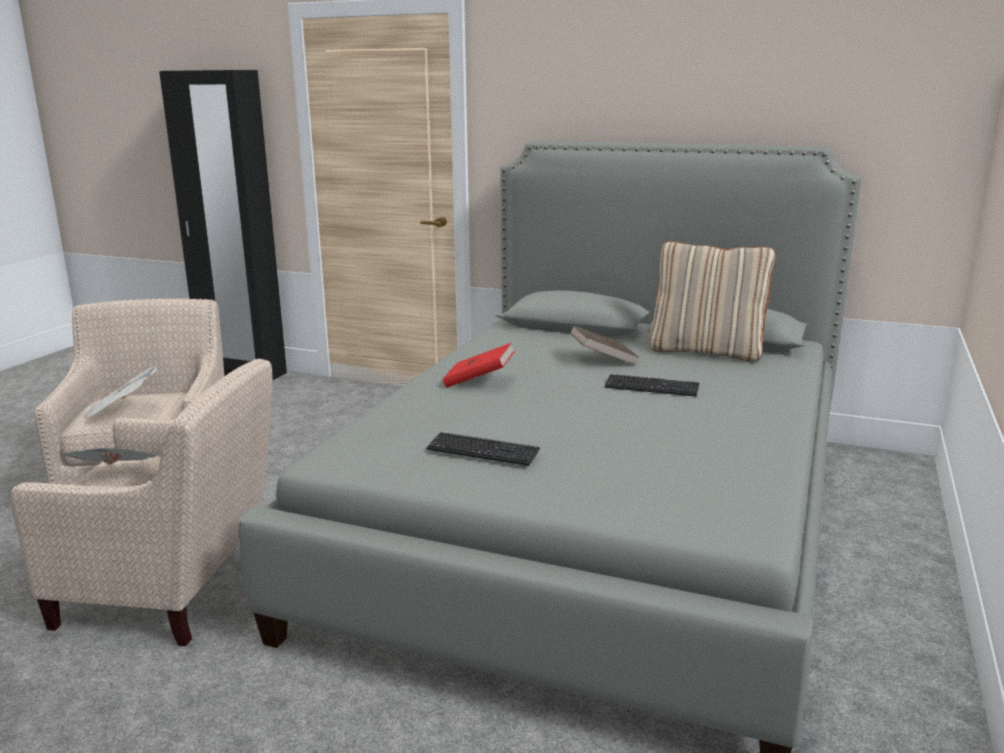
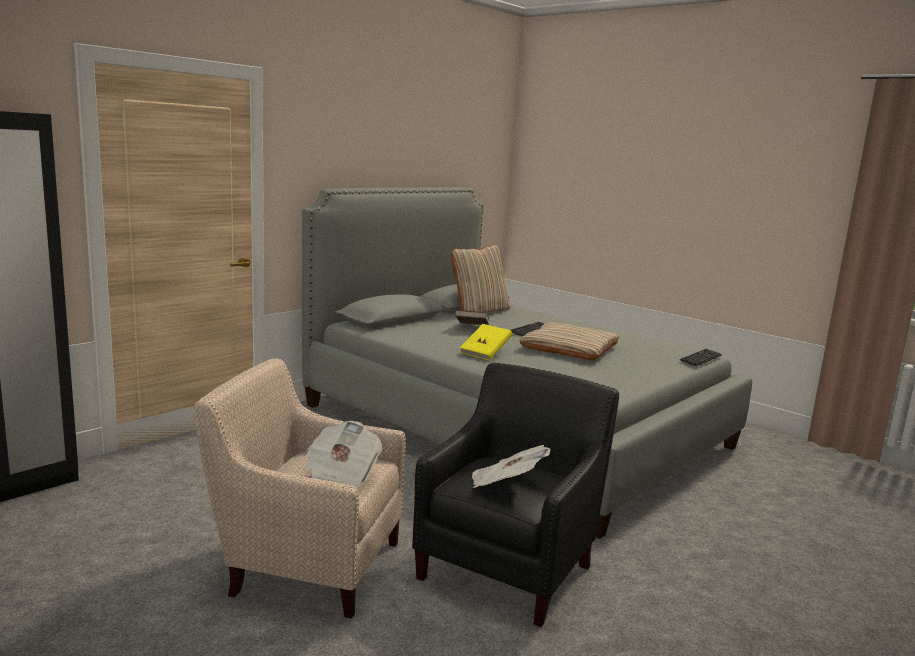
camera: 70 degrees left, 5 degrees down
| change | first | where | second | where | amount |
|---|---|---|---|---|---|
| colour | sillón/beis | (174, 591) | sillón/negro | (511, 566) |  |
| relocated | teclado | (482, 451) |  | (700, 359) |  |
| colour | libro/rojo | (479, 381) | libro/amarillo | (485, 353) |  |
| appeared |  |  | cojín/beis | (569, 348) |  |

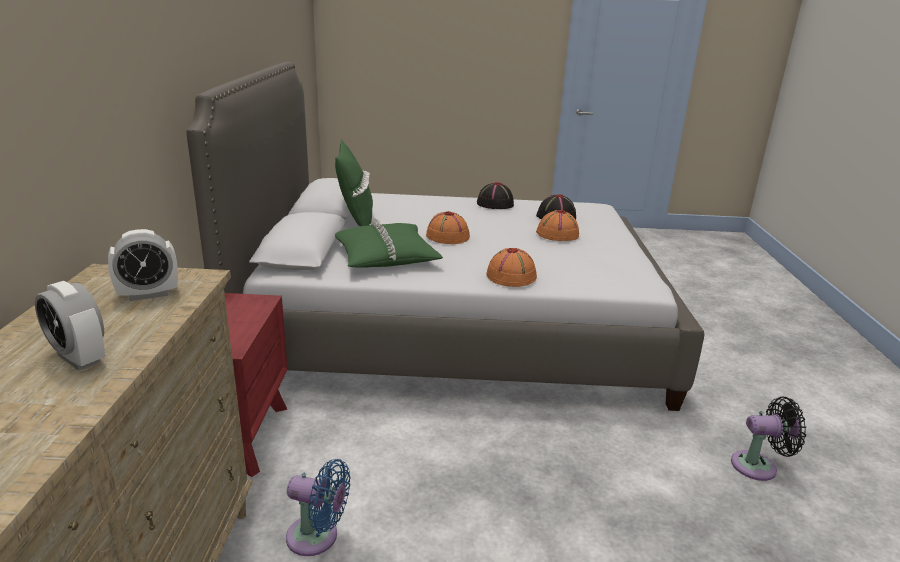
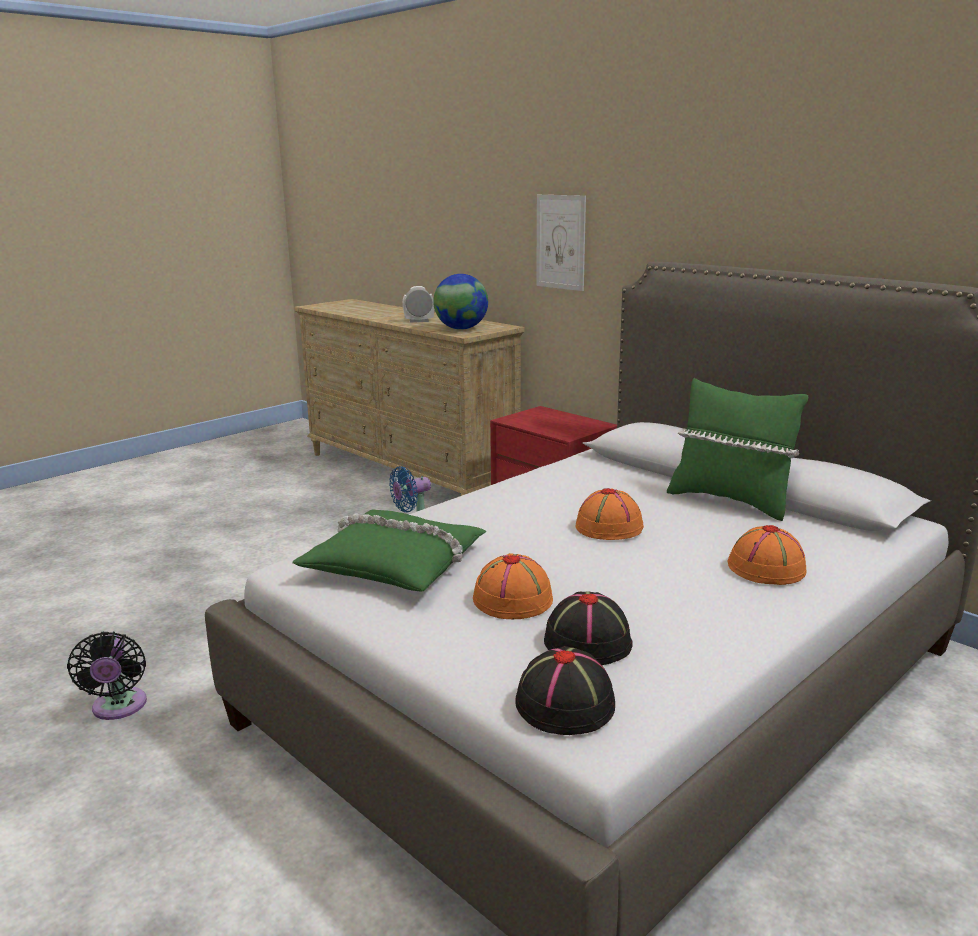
camera: 135 degrees right, 5 degrees down
| change | first | where | second | where | amount |
|---|---|---|---|---|---|
| exchanged | despertador | (148, 294) | globo terráqueo | (461, 329) |  |
| relocated | cojín/verde | (385, 256) |  | (395, 564) |  |
| relocated | sombrero/negro | (494, 204) |  | (565, 704) |  |
| relocated | sombrero/naranja | (511, 276) |  | (767, 569) |  |
| spun | ventilador/negro | (758, 466) |  | (118, 708) | 60 degrees counterclockwise |
| appeared |  |  | cuadro | (560, 242) |  |

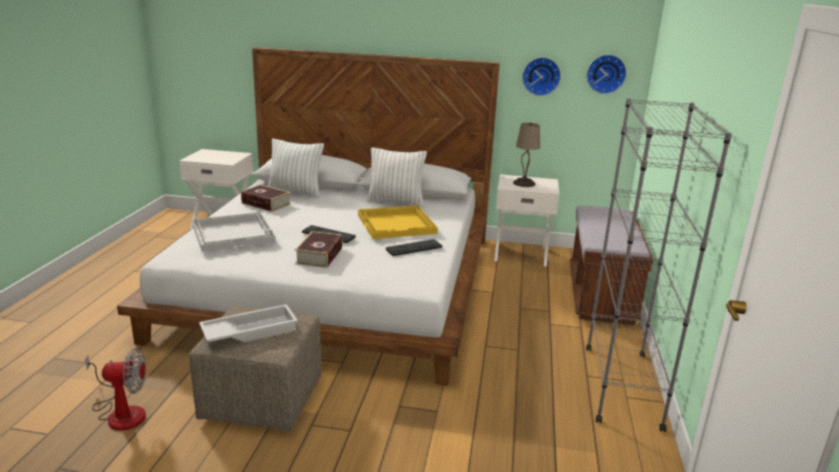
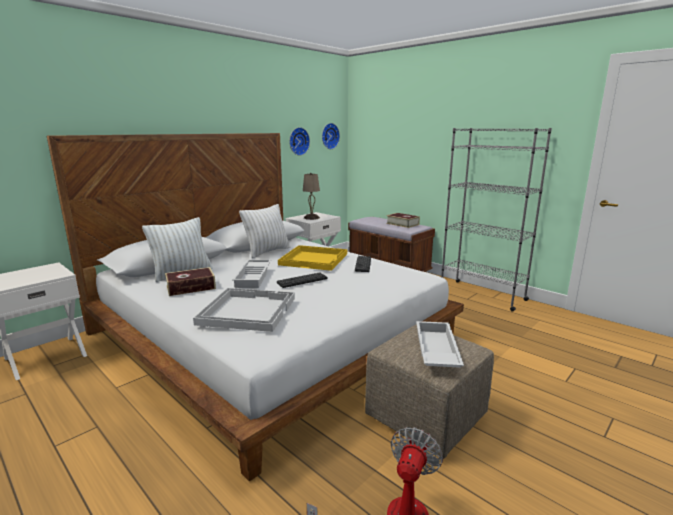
camera: 55 degrees left, 5 degrees down
| change | first | where | second | where | amount |
|---|---|---|---|---|---|
| relocated | libro | (319, 256) |  | (402, 224) |  |
| appeared |  |  | bandeja/blanco | (254, 277) |  |

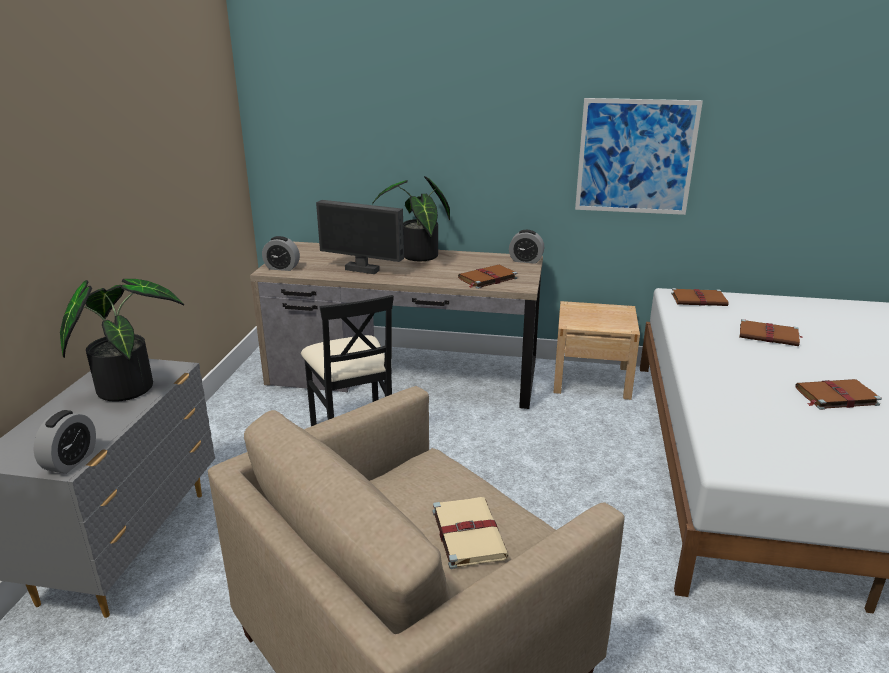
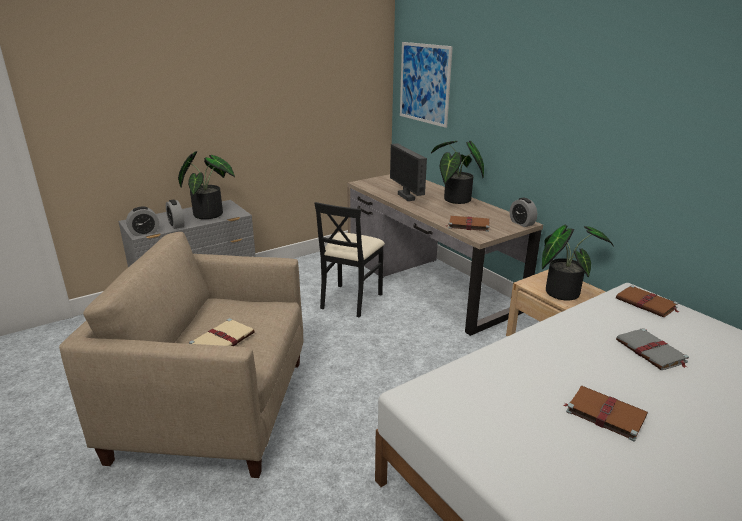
camera: 45 degrees right, 0 degrees up
| change | first | where | second | where | amount |
|---|---|---|---|---|---|
| relocated | despertador | (282, 268) |  | (176, 225) |  |
| relocated | cuadro | (635, 157) |  | (424, 83) |  |
| colour | libro/marrón | (769, 336) | libro/gris | (651, 352) |  |
| appeared |  |  | planta en maceta | (562, 291) |  |

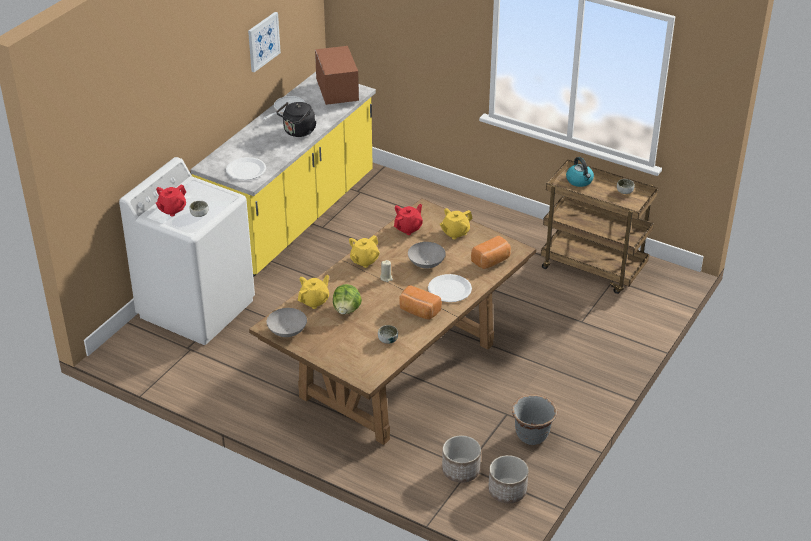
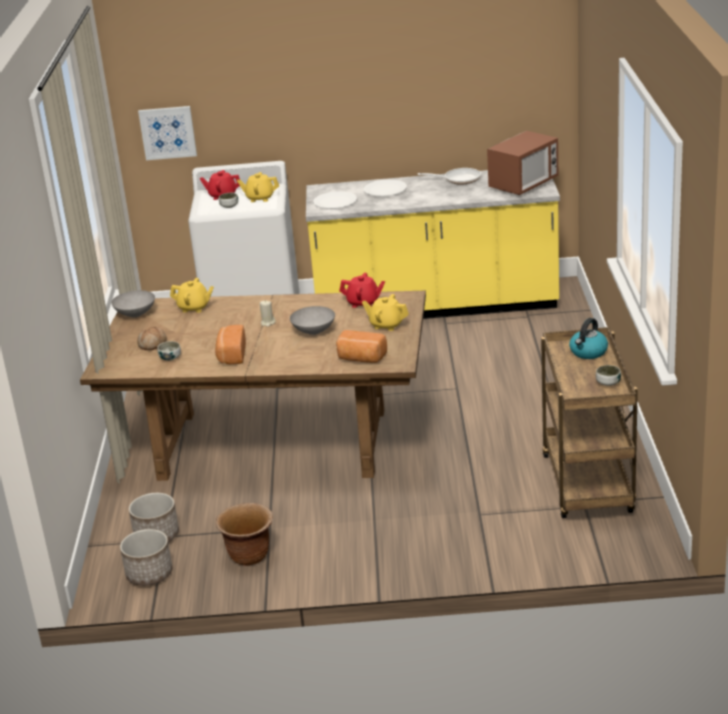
camera: 60 degrees right, 10 degrees down
| change | first | where | second | where | amount |
|---|---|---|---|---|---|
| relocated | cuadro | (263, 41) |  | (168, 132) |  |
| missing | hervidor/negro | (298, 132) |  |  |  |
| missing | lechuga | (347, 310) |  |  |  |
| relocated | tetera/amarillo | (364, 261) |  | (260, 198) |  |
| relocated | plato/blanco | (449, 289) |  | (385, 189) |  |
| colour | maceta/gris | (532, 436) | maceta/marrón | (249, 556) |  |
| appeared |  |  | pan | (153, 344) |  |

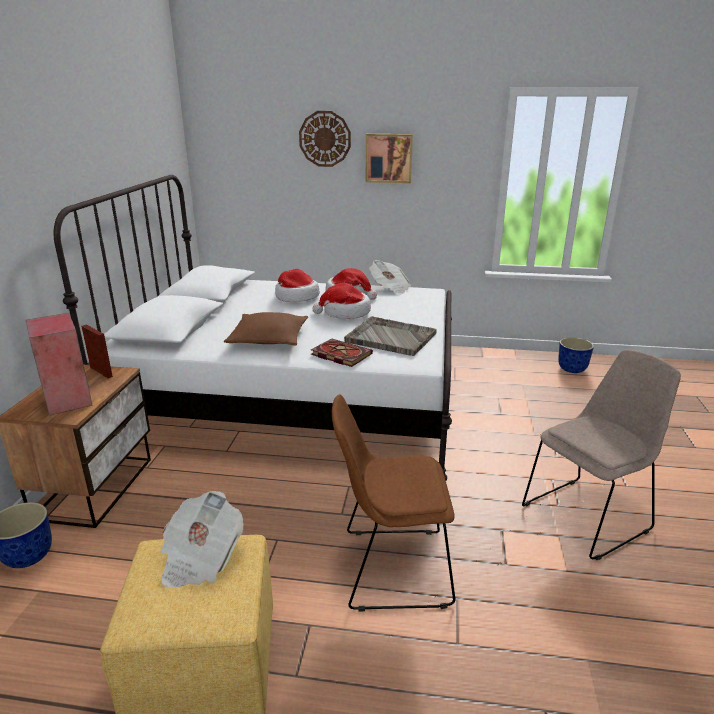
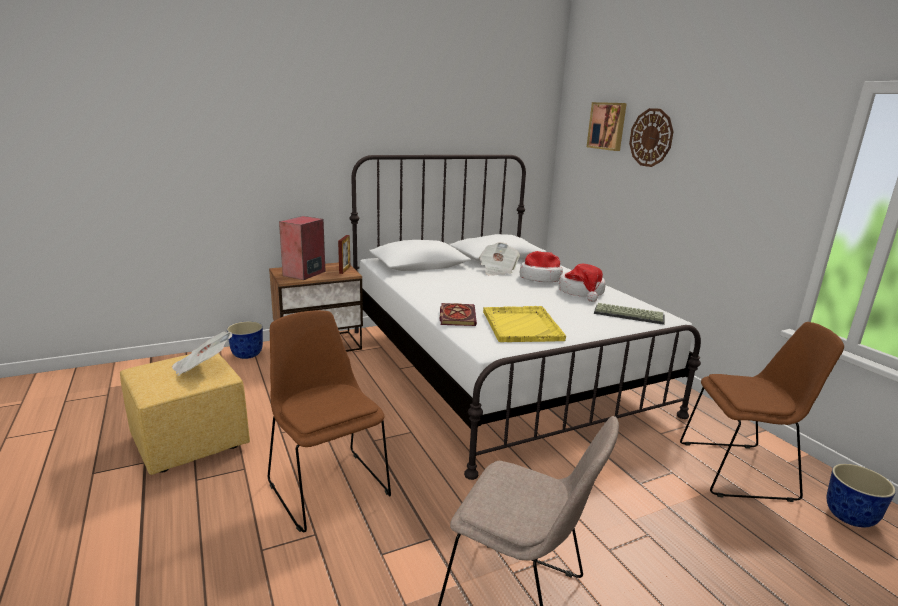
camera: 55 degrees right, 5 degrees down
| change | first | where | second | where | amount |
|---|---|---|---|---|---|
| missing | cojín/marrón | (268, 339) |  |  |  |
| missing | sombrero | (345, 313) |  |  |  |
| colour | bandeja/gris | (390, 337) | bandeja/amarillo | (521, 325) |  |
| relocated | cuadro | (389, 158) |  | (607, 126) |  |
| relocated | periódico | (390, 288) |  | (497, 270) |  |
| appeared |  |  | teclado | (629, 314) |  |
| appeared |  |  | silla/marrón | (740, 470) |  |

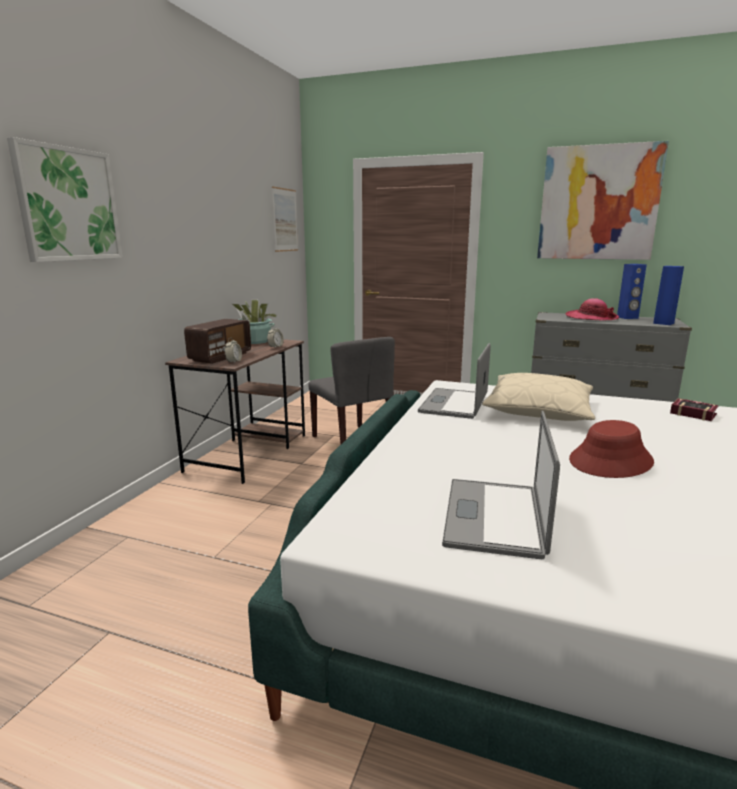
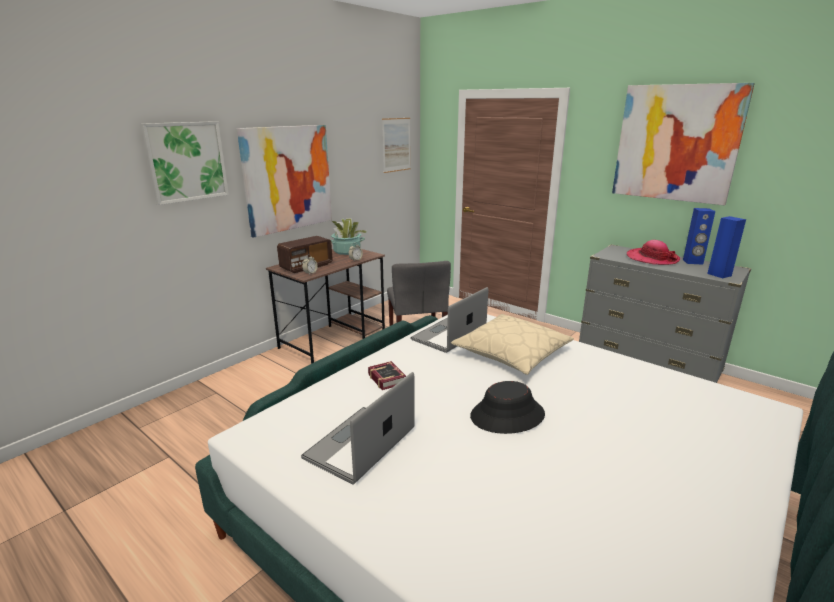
camera: 20 degrees right, 5 degrees up
| change | first | where | second | where | amount |
|---|---|---|---|---|---|
| colour | sombrero/rojo | (611, 461) | sombrero/negro | (507, 415) |  |
| relocated | libro | (691, 413) |  | (387, 378) |  |
| appeared |  |  | cuadro | (288, 178) |  |

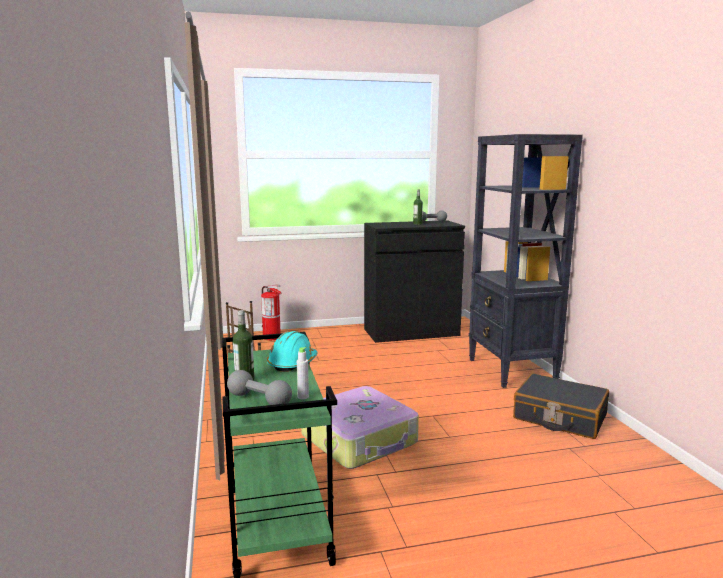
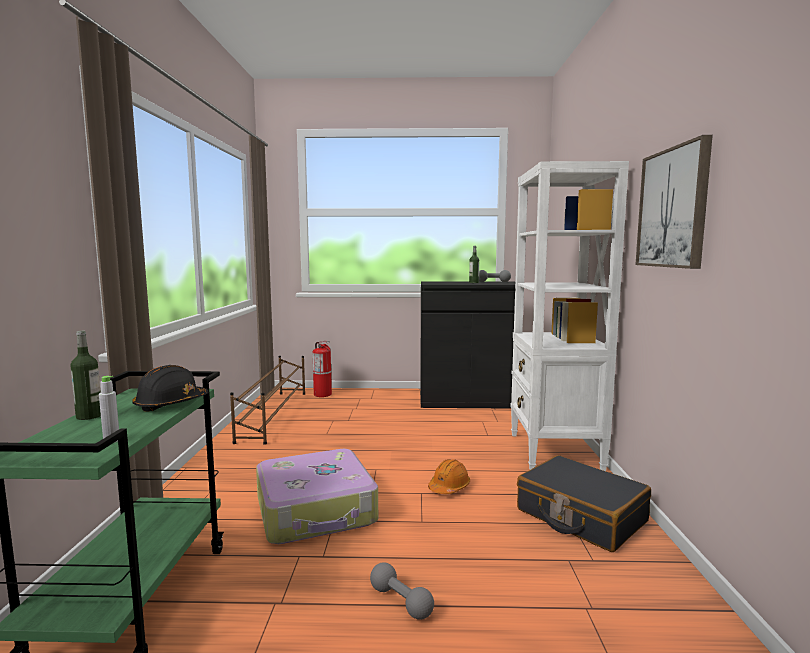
camera: 15 degrees right, 5 degrees down
| change | first | where | second | where | amount |
|---|---|---|---|---|---|
| relocated | mancuerna/gris | (259, 400) |  | (401, 602) |  |
| colour | casco/turquesa | (292, 363) | casco/negro | (171, 404) |  |
| colour | estantería/negro | (511, 371) | estantería/blanco | (554, 452) |  |
| appeared |  |  | casco/naranja | (449, 487) |  |
| appeared |  |  | cuadro | (673, 208) |  |

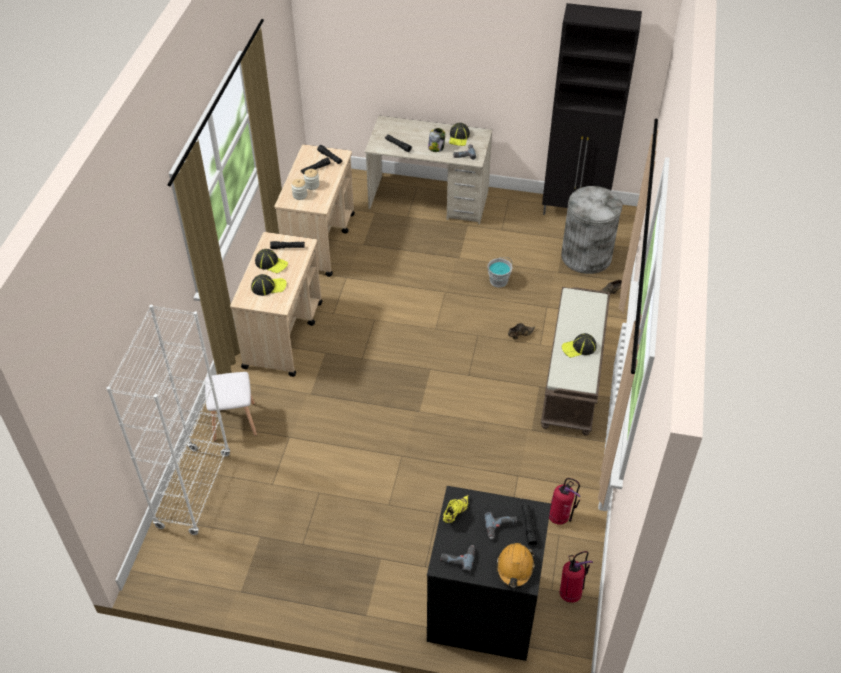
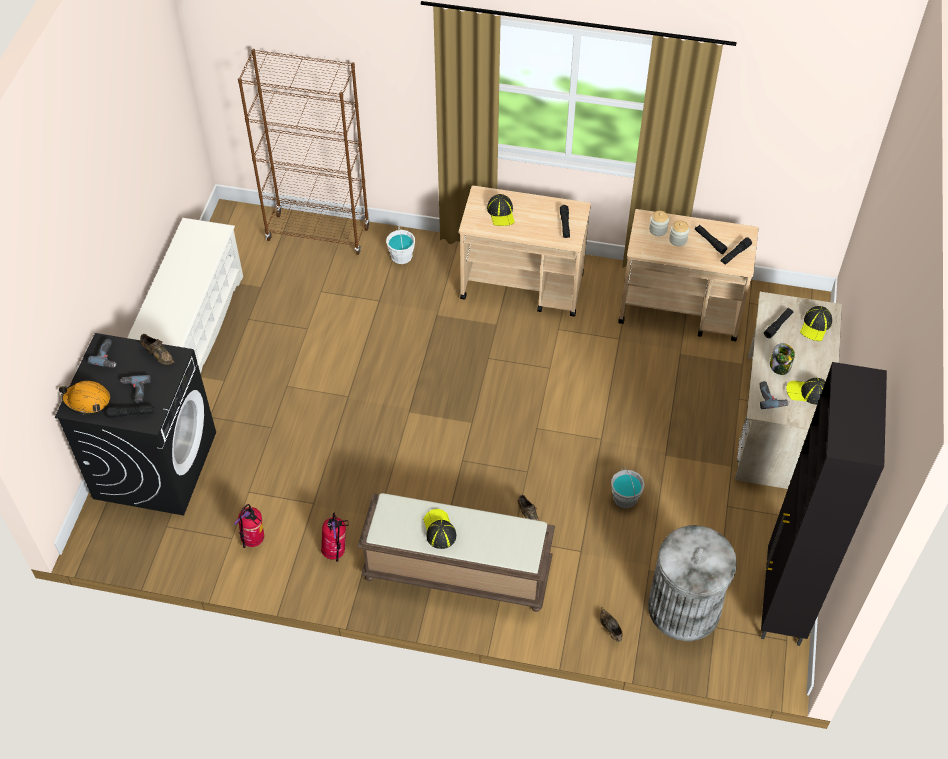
camera: 90 degrees right, 5 degrees up
| change | first | where | second | where | amount |
|---|---|---|---|---|---|
| colour | estantería/blanco | (194, 490) | estantería/marrón | (318, 234) |  |
| exchanged | taburete/blanco | (235, 421) | cubo/blanco | (402, 256) |  |
| relocated | gorra | (271, 263) |  | (815, 326) |  |
| colour | zapato/amarillo | (455, 513) | zapato/marrón | (158, 354) |  |
| relocated | extintor | (570, 593) |  | (336, 552) |  |
| appeared |  |  | zapatero/blanco | (194, 328) |  |

